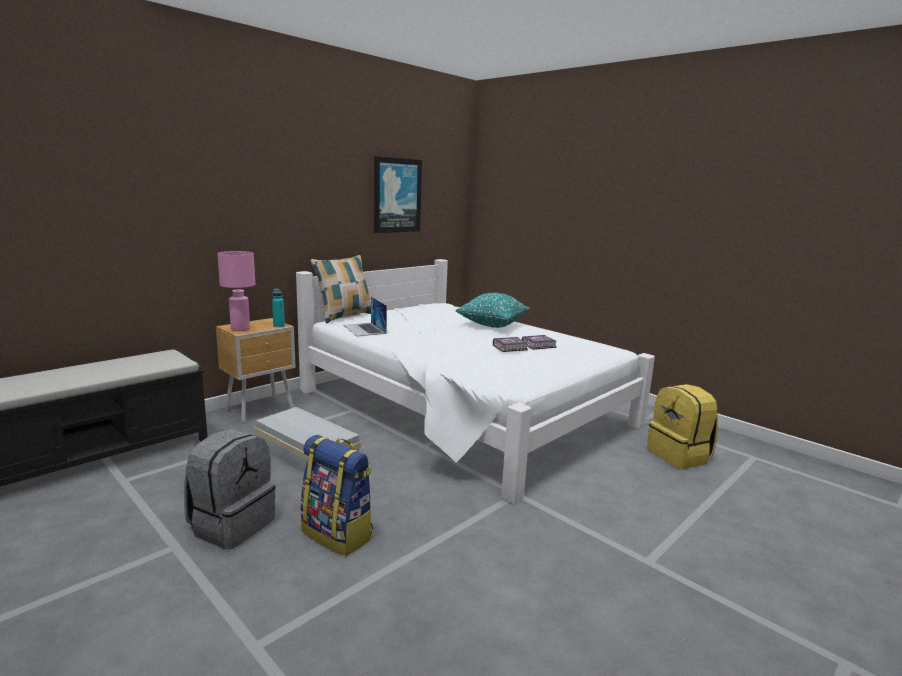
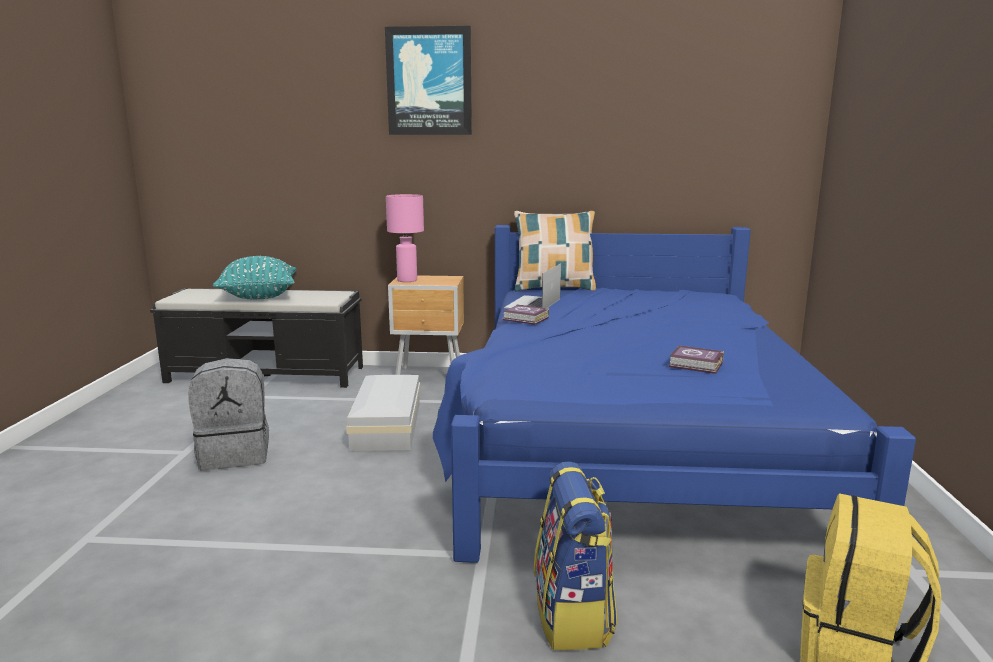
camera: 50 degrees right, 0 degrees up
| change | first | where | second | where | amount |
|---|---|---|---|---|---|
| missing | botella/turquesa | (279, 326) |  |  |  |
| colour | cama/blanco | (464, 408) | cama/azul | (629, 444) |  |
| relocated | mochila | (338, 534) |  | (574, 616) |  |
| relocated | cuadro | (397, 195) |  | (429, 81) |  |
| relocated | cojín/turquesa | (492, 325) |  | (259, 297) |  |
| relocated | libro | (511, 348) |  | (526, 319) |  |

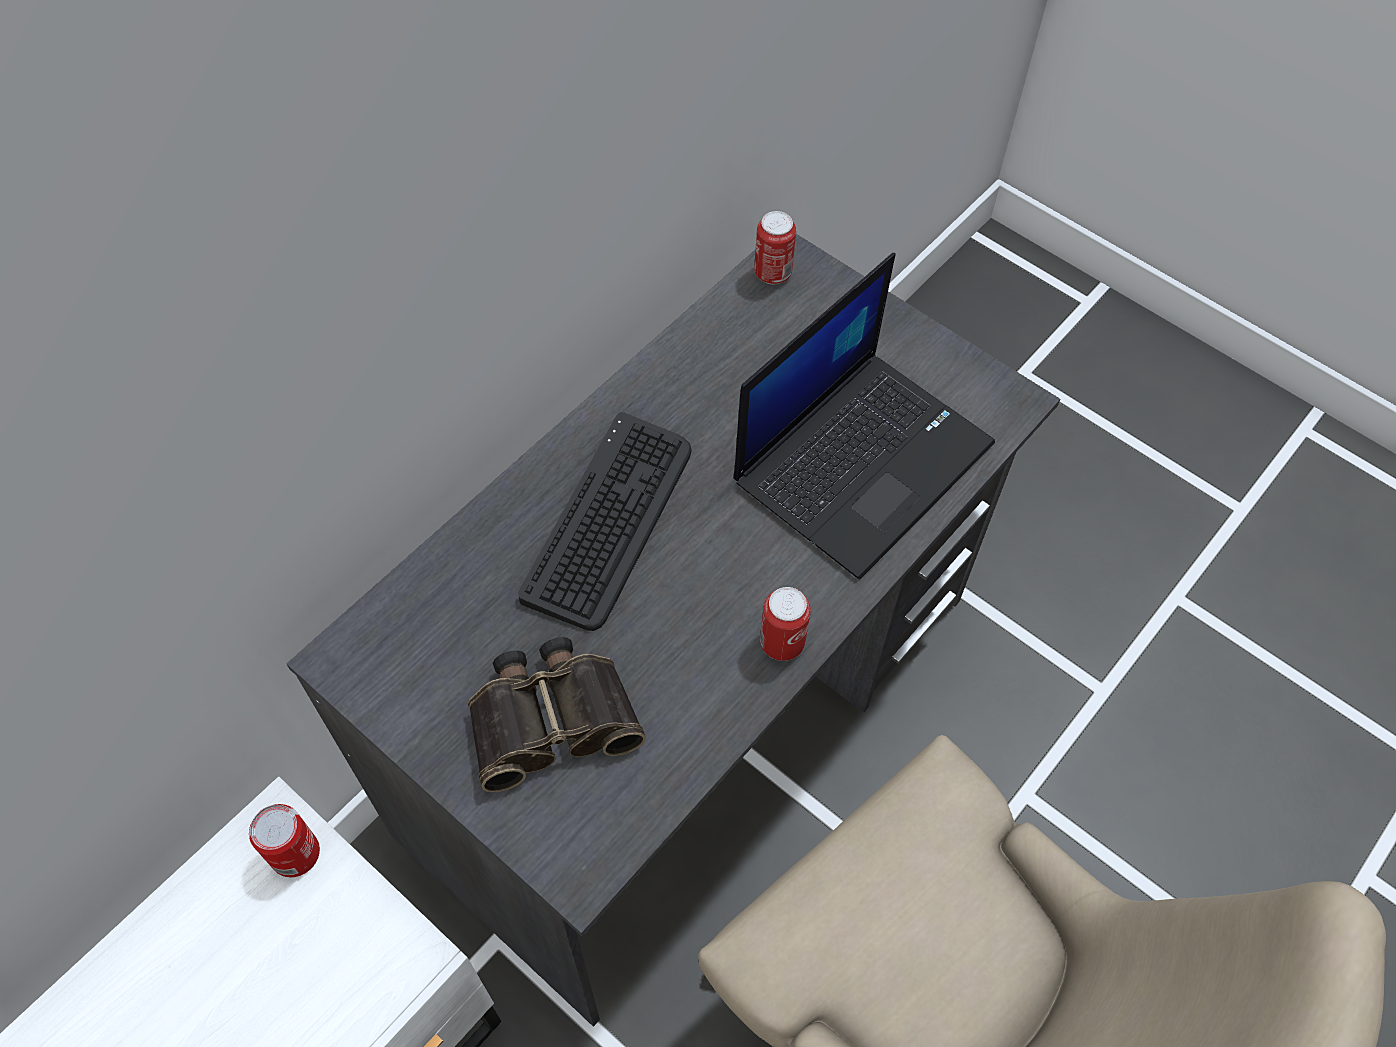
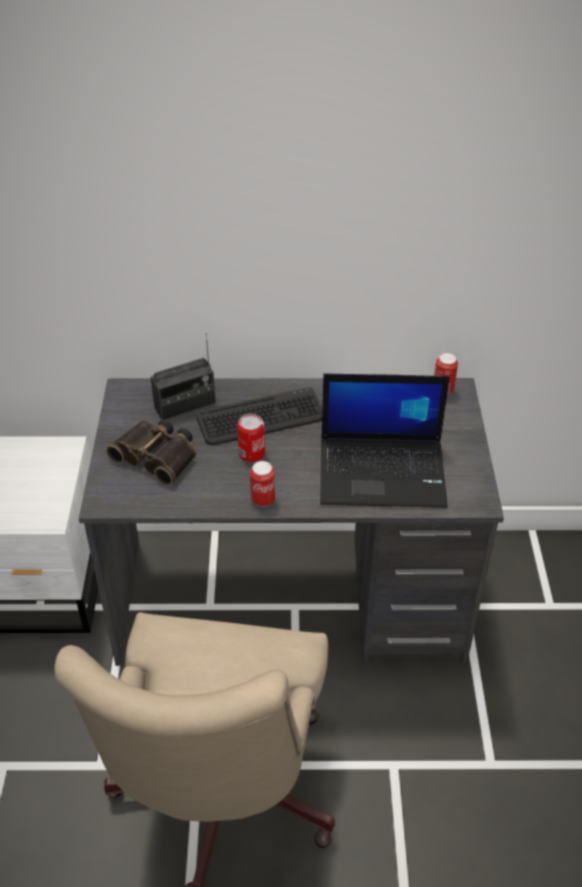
camera: 50 degrees right, 15 degrees down
| change | first | where | second | where | amount |
|---|---|---|---|---|---|
| relocated | lata | (295, 853) |  | (251, 453) |  |
| appeared |  |  | radio | (185, 405) |  |

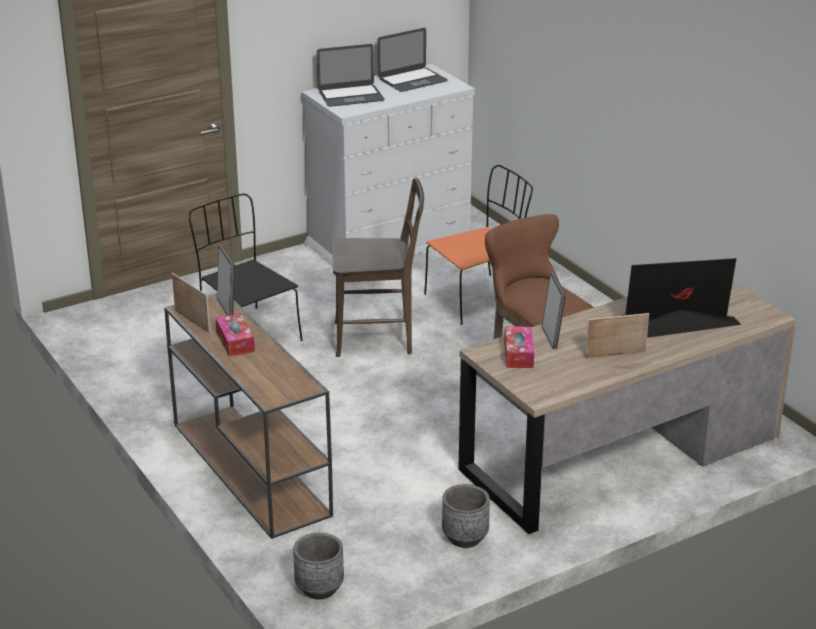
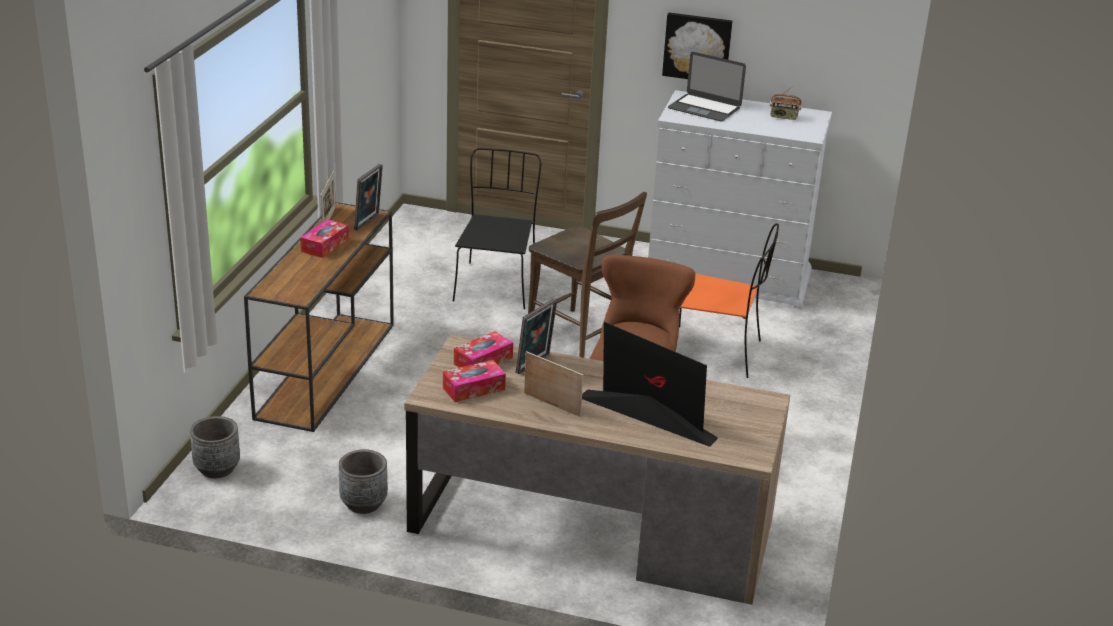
camera: 45 degrees right, 0 degrees up
| change | first | where | second | where | amount |
|---|---|---|---|---|---|
| exchanged | portátil | (412, 80) | radio | (784, 117) |  |
| appeared |  |  | caja de pañuelos | (473, 388) |  |
| appeared |  |  | cuadro | (697, 47) |  |

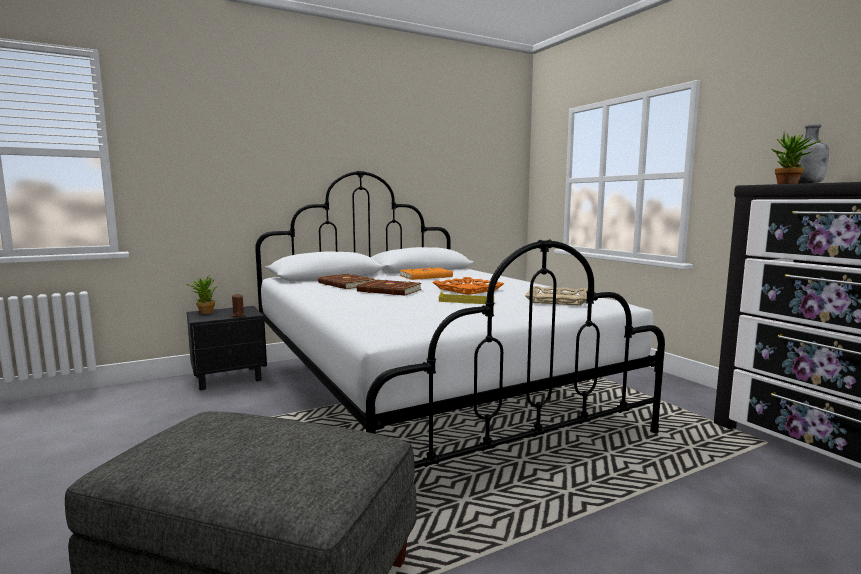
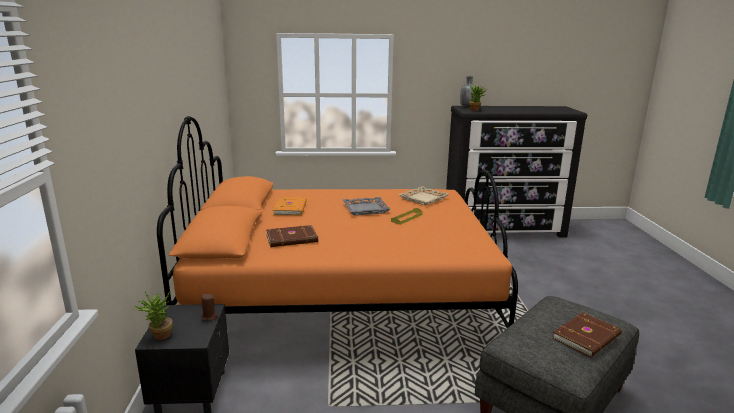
camera: 65 degrees left, 10 degrees up
| change | first | where | second | where | amount |
|---|---|---|---|---|---|
| colour | cama/blanco | (426, 394) | cama/naranja | (343, 298) |  |
| relocated | libro/marrón | (389, 291) |  | (587, 337) |  |
| colour | bandeja/naranja | (467, 289) | bandeja/gris | (365, 209) |  |

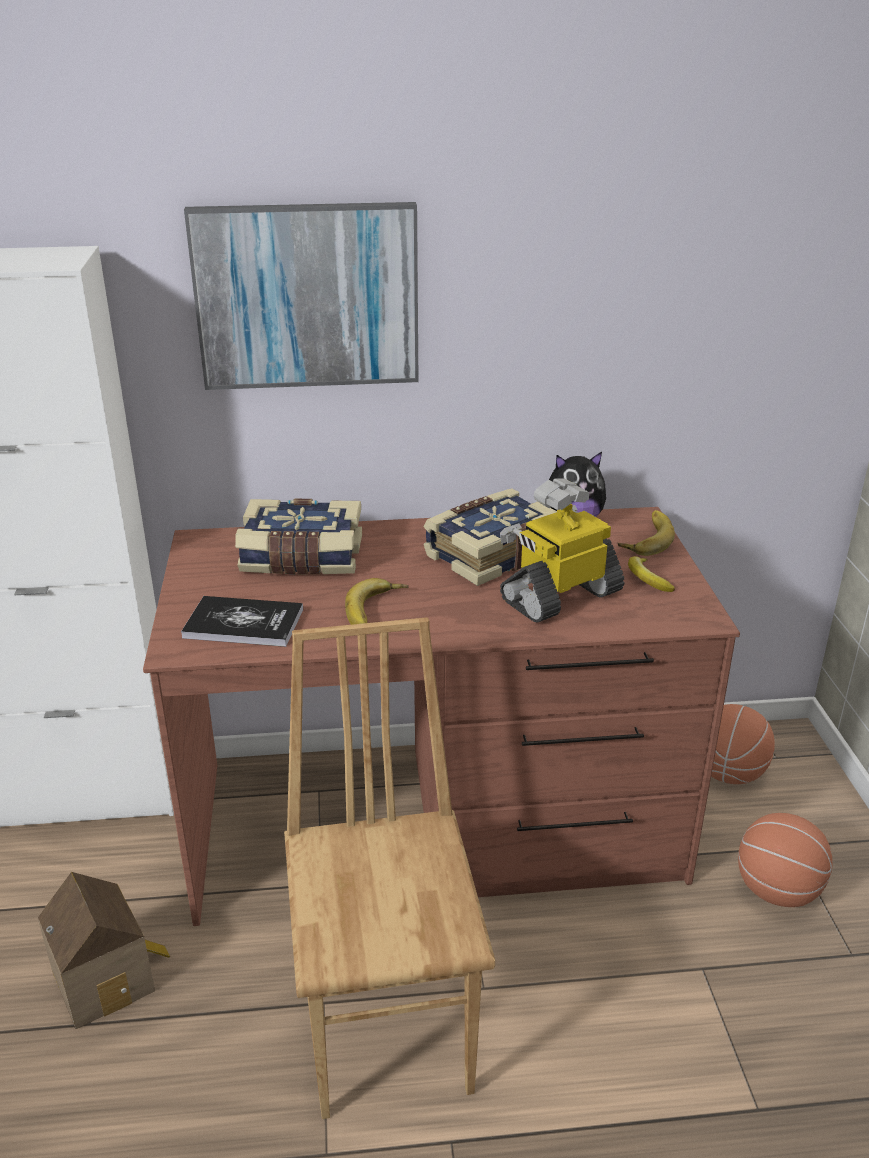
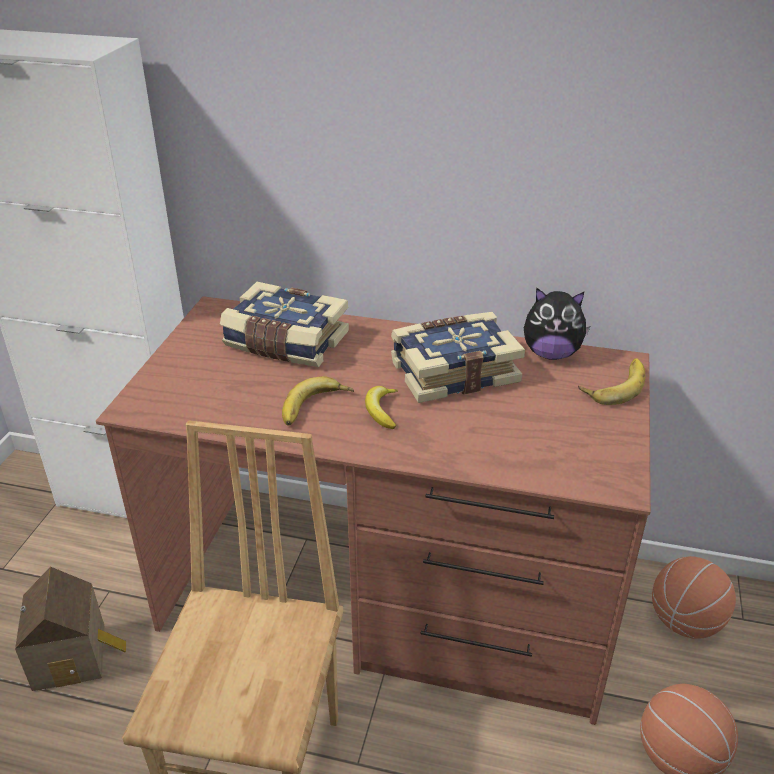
camera: 20 degrees right, 5 degrees up
| change | first | where | second | where | amount |
|---|---|---|---|---|---|
| missing | libro | (244, 623) |  |  |  |
| missing | cuadro | (307, 296) |  |  |  |
| missing | robot de juguete | (560, 596) |  |  |  |
| relocated | plátano | (647, 579) |  | (381, 411) |  |

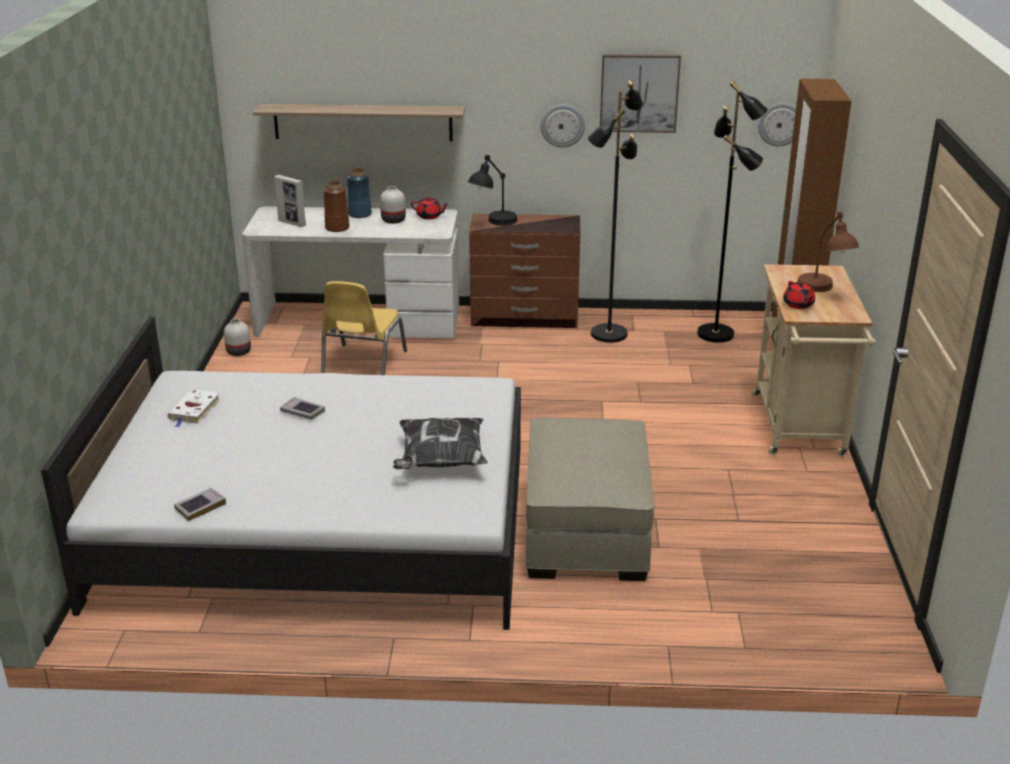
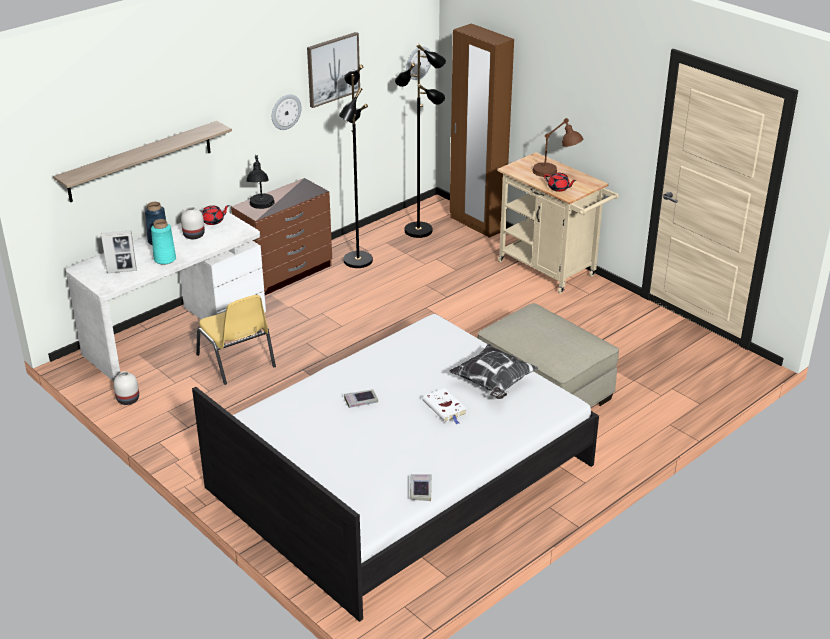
camera: 45 degrees left, 5 degrees up
| change | first | where | second | where | amount |
|---|---|---|---|---|---|
| relocated | libro/blanco | (194, 411) |  | (445, 408) |  |
| colour | florero/marrón | (337, 228) | florero/turquesa | (165, 259) |  |

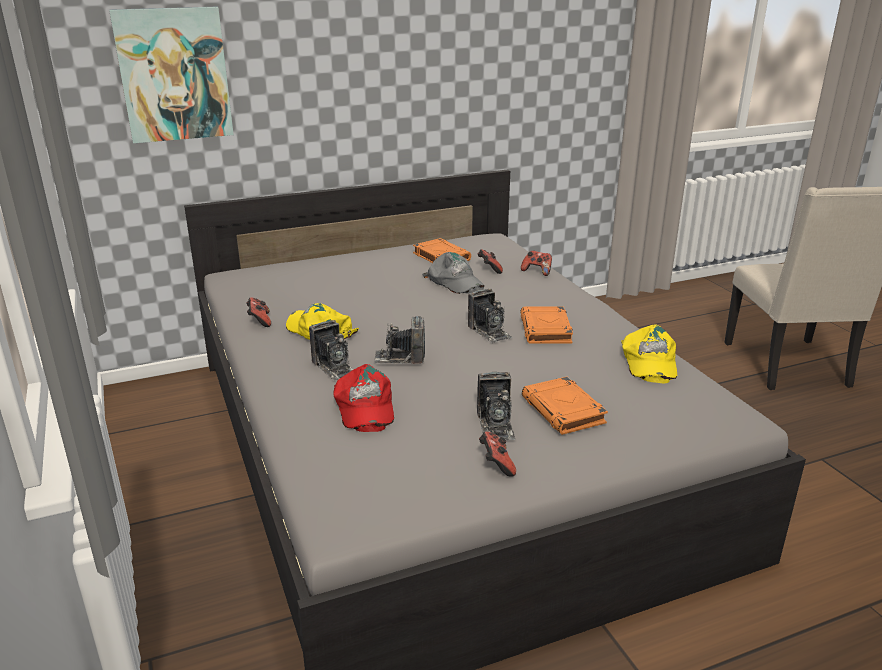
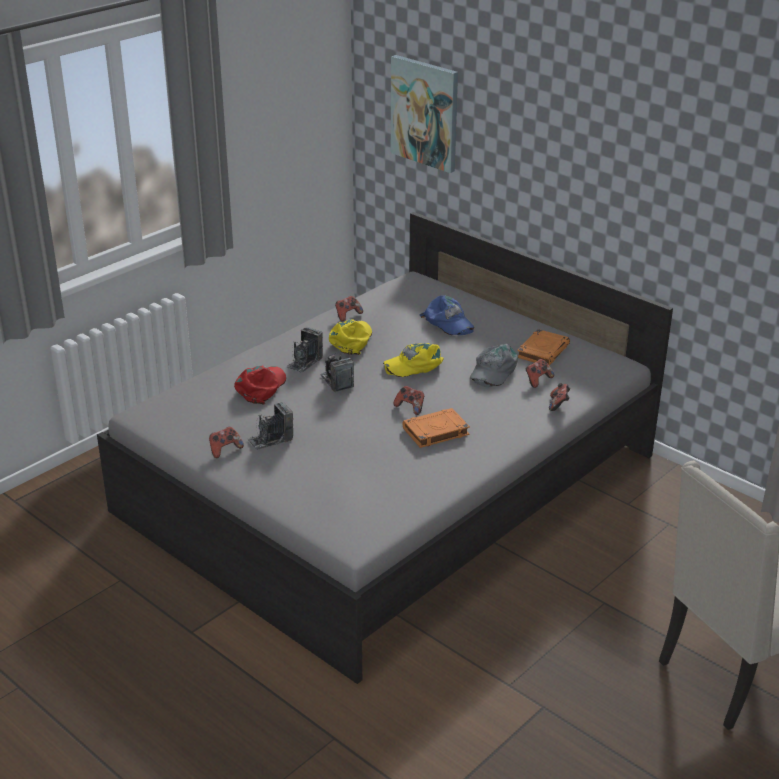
camera: 65 degrees right, 5 degrees up
| change | first | where | second | where | amount |
|---|---|---|---|---|---|
| spun | gorra/rojo | (364, 407) |  | (261, 387) | 150 degrees clockwise |
| exchanged | cámara | (489, 331) | mando de consola | (410, 407) |  |
| missing | libro/naranja | (564, 411) |  |  |  |
| relocated | gorra/amarillo | (648, 362) |  | (414, 364) |  |
| appeared |  |  | gorra/azul | (448, 322) |  |

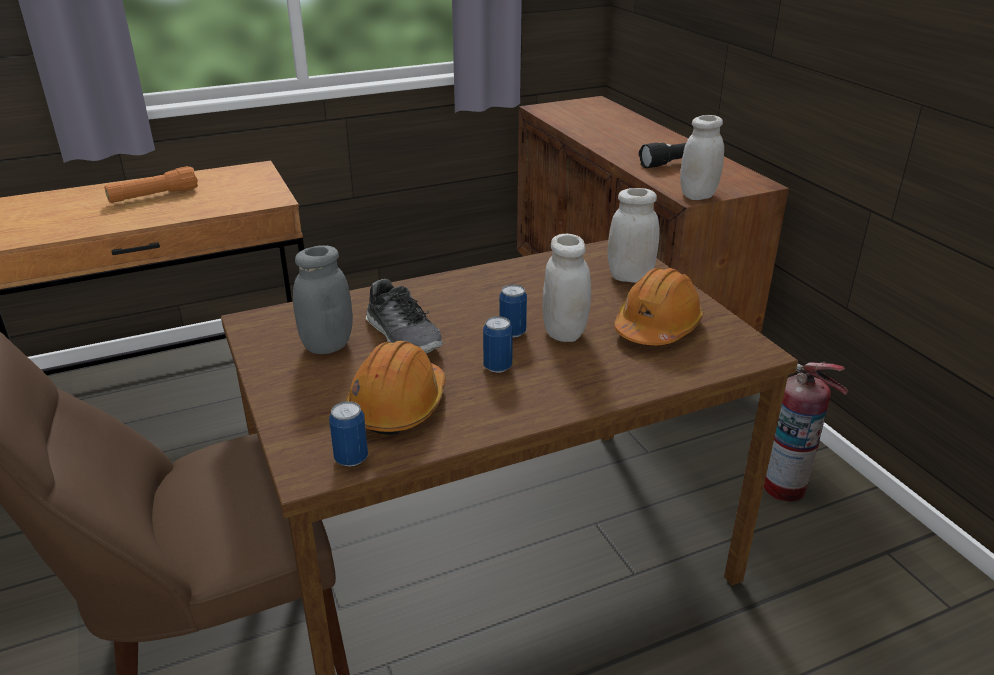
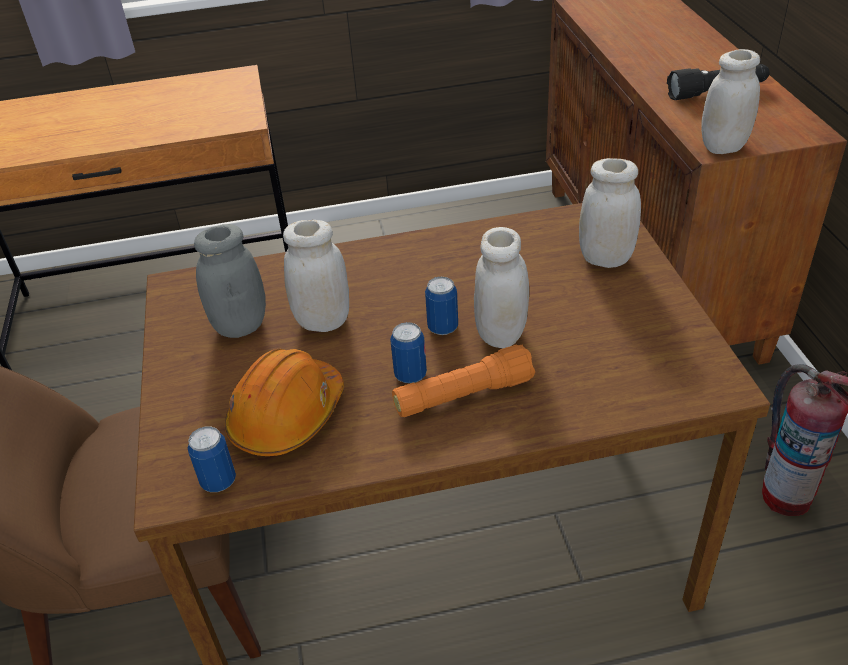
camera: 15 degrees right, 10 degrees up
| change | first | where | second | where | amount |
|---|---|---|---|---|---|
| relocated | linterna/naranja | (154, 196) |  | (463, 395) |  |
| exchanged | zapato | (403, 336) | tarro/blanco | (323, 321) |  |
| missing | casco/naranja | (657, 327) |  |  |  |

